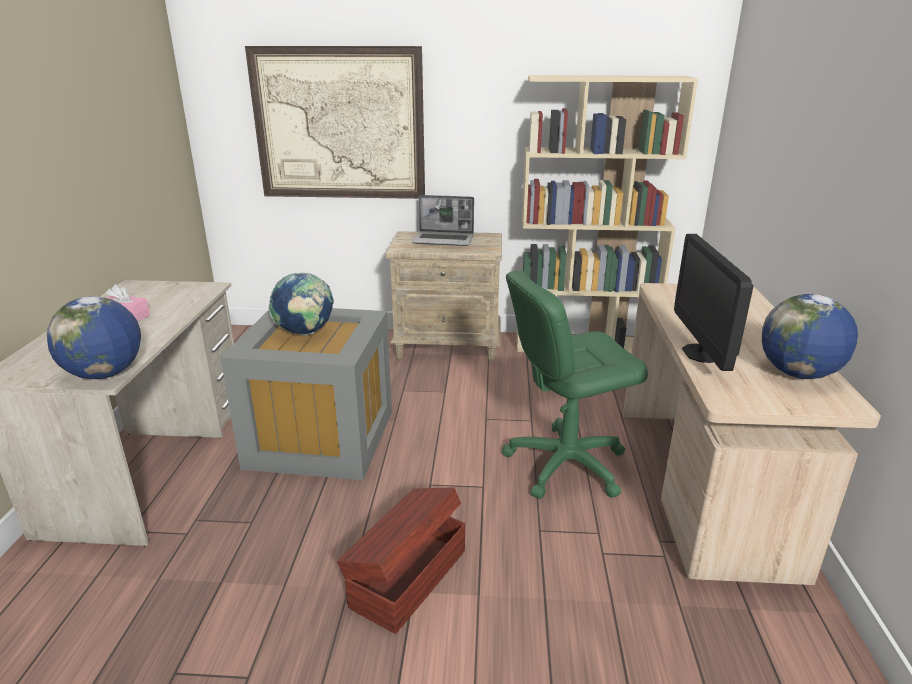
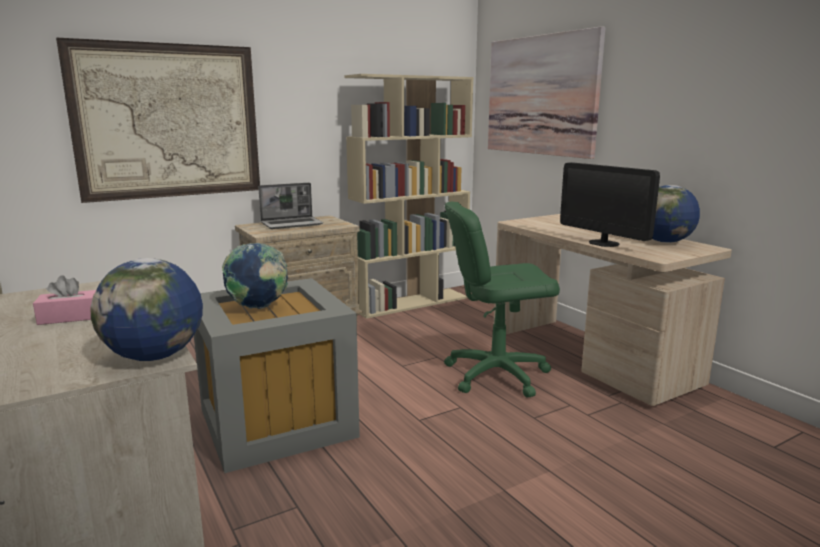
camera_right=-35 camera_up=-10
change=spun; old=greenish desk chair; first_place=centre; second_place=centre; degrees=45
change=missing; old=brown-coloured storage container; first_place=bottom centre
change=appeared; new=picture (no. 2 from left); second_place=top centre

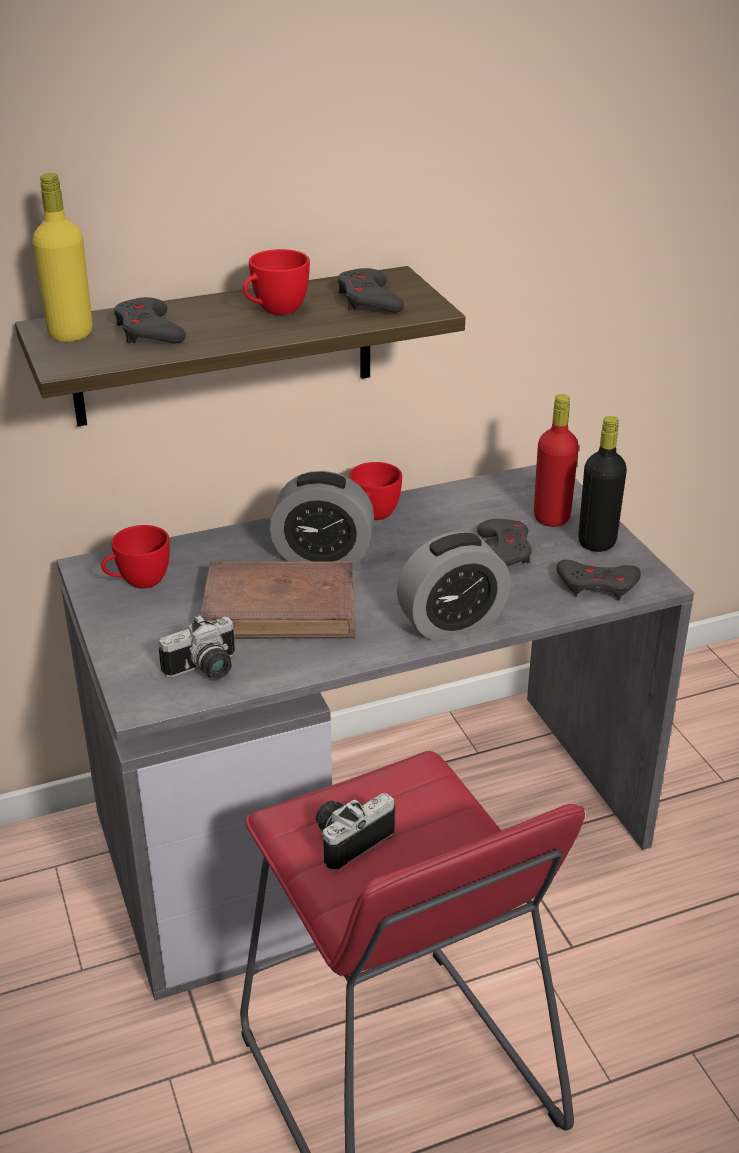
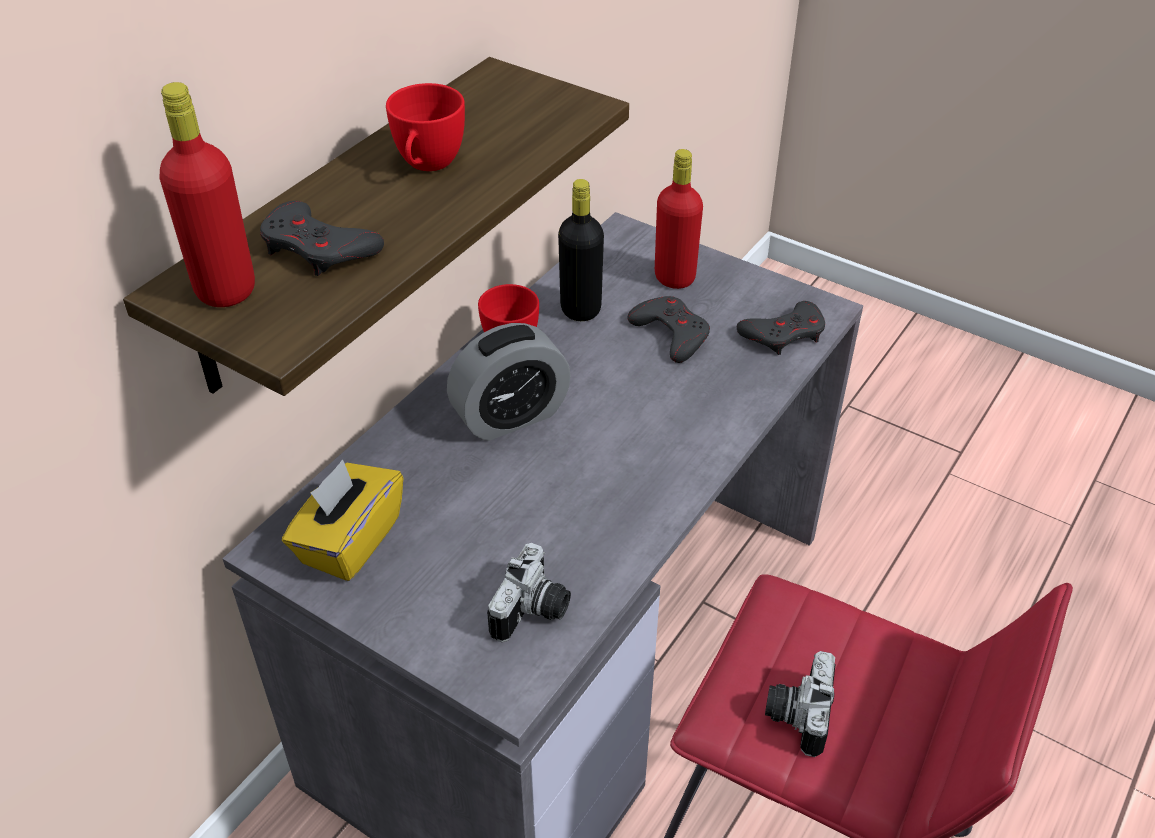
camera_right=-35 camera_up=10
change=colour; old=yellow bottle; new=reddish bottle (no. 1 from left); first_place=top left; second_place=top left
change=missing; old=gray gamepad (no. 2 from left); first_place=top centre
change=relocated; old=black bottle; first_place=middle right; second_place=top centre
change=exchanged; old=reddish drinking cup (no. 1 from left); new=yellow tissue holder; first_place=middle left; second_place=middle left
change=missing; old=alarm clock (no. 2 from left); first_place=centre
change=missing; old=brown-coloured book; first_place=centre

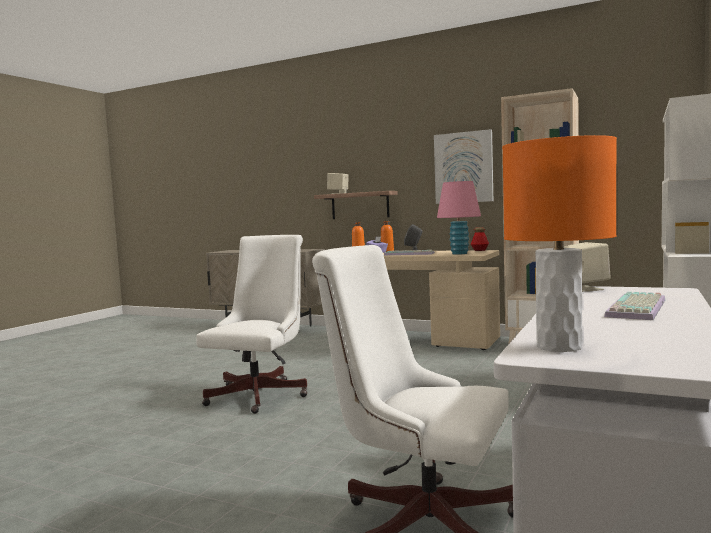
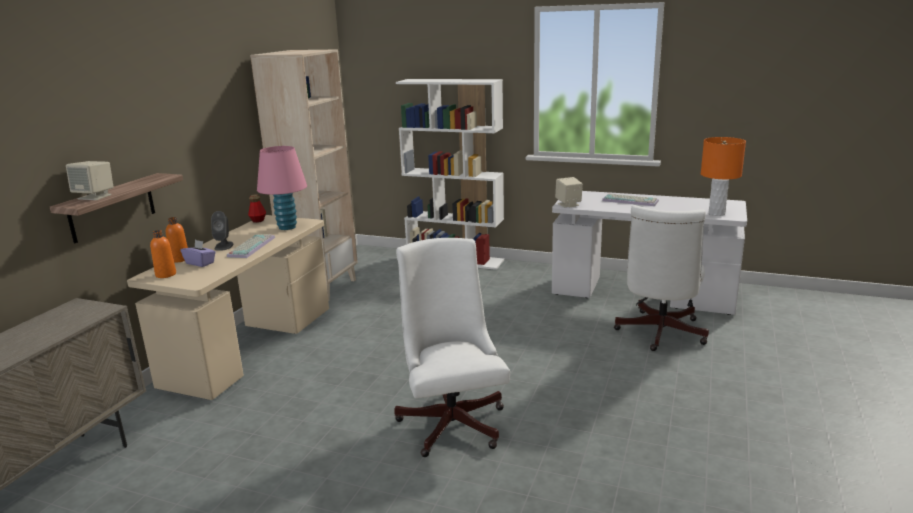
camera_right=-95 camera_up=15
change=missing; old=picture; first_place=top centre
change=spun; old=white-coloured desk chair (no. 1 from left); first_place=centre; second_place=bottom centre; degrees=60

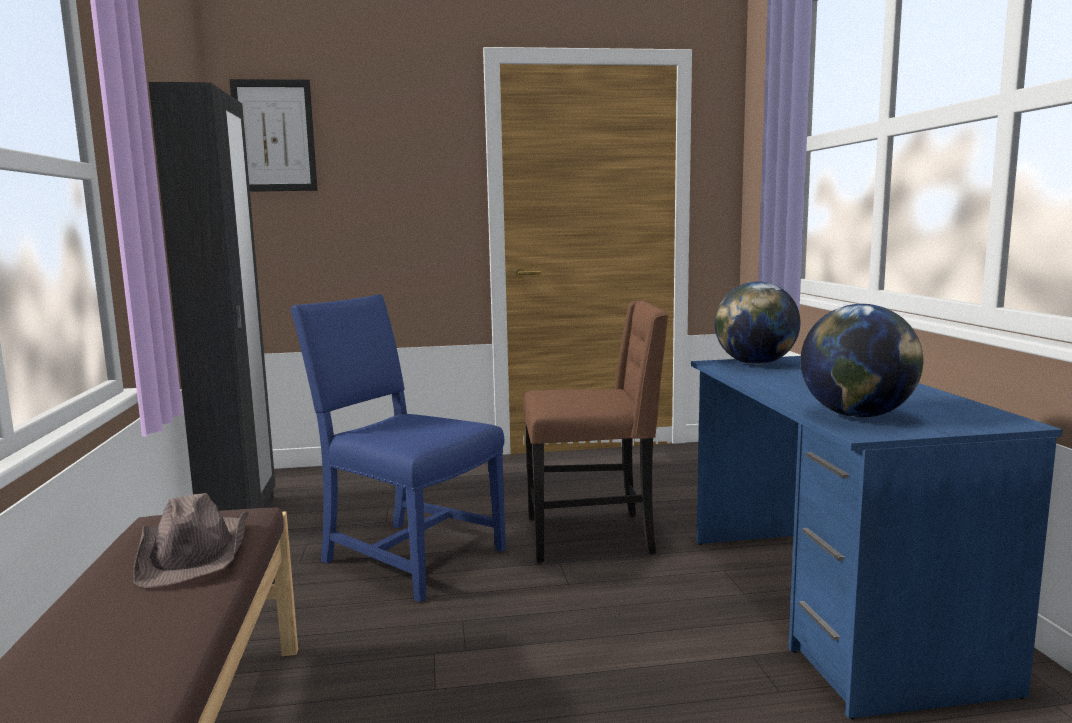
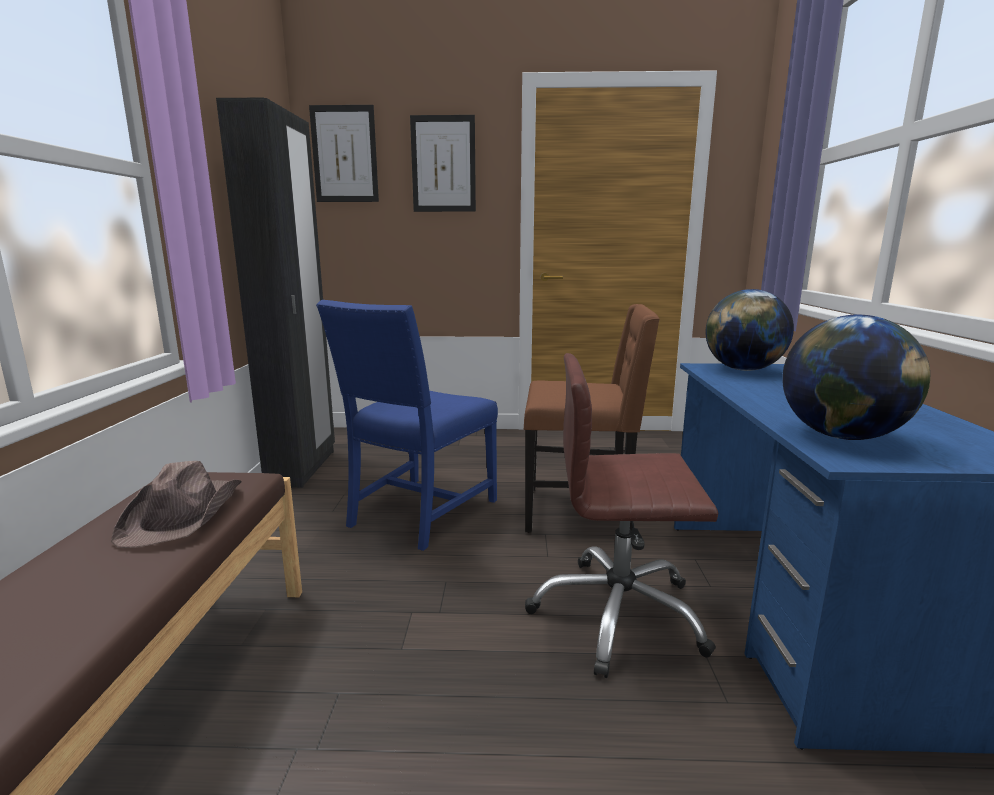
camera_right=10 camera_up=5
change=spun; old=blue chair; first_place=centre; second_place=centre; degrees=-105
change=appeared; new=picture (no. 2 from left); second_place=top centre
change=appeared; new=brown-coloured desk chair; second_place=centre

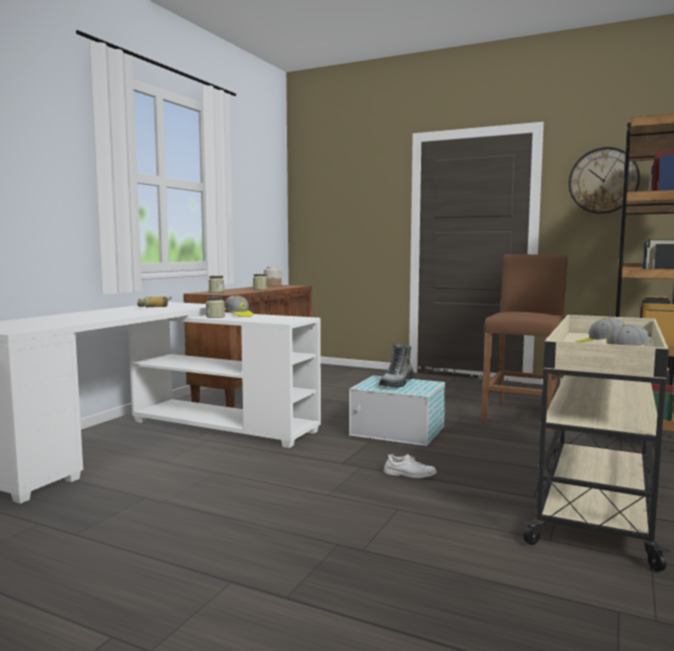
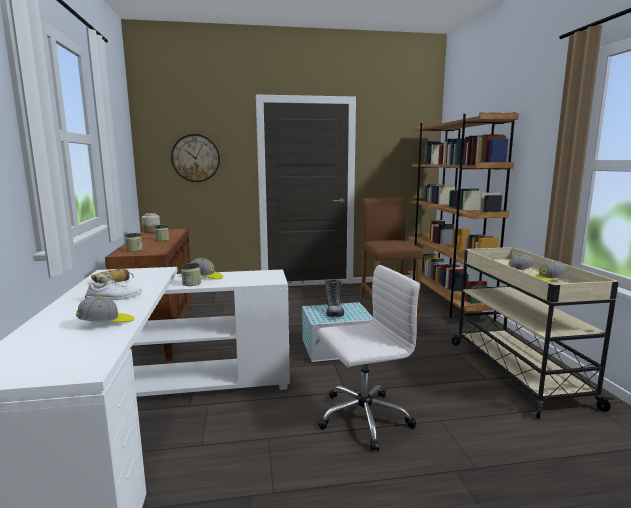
camera_right=-35 camera_up=5
change=relocated; old=clock on the wall; first_place=top right; second_place=top left
change=relocated; old=white-coloured low shoe; first_place=bottom centre; second_place=middle left
change=appeared; new=white-coloured desk chair; second_place=bottom centre
change=appeared; new=peaked cap (no. 1 from left); second_place=middle left

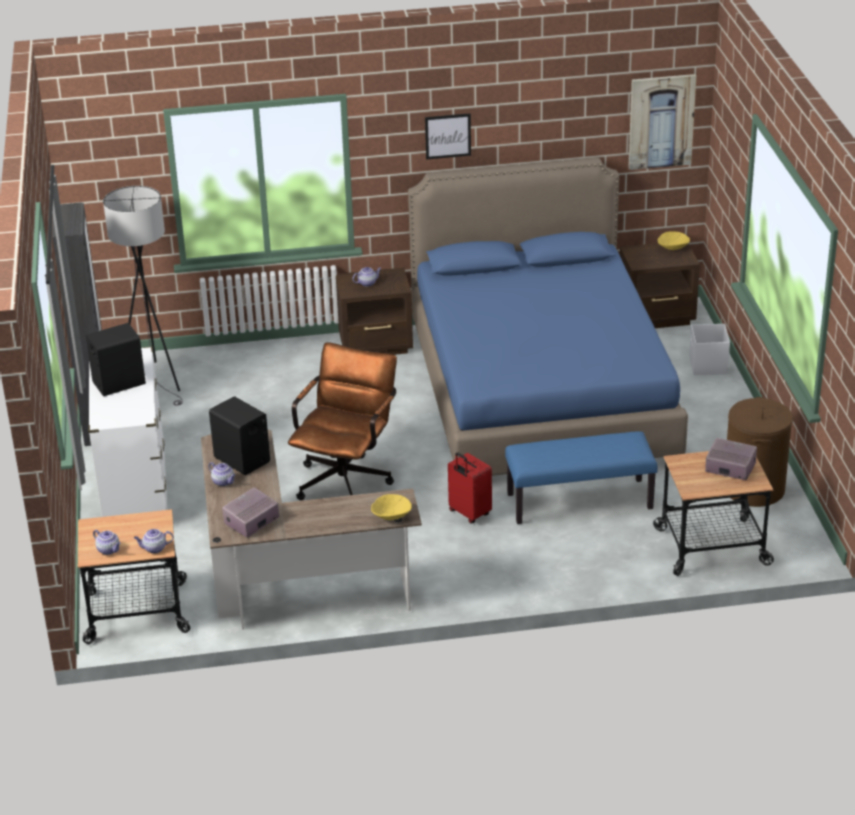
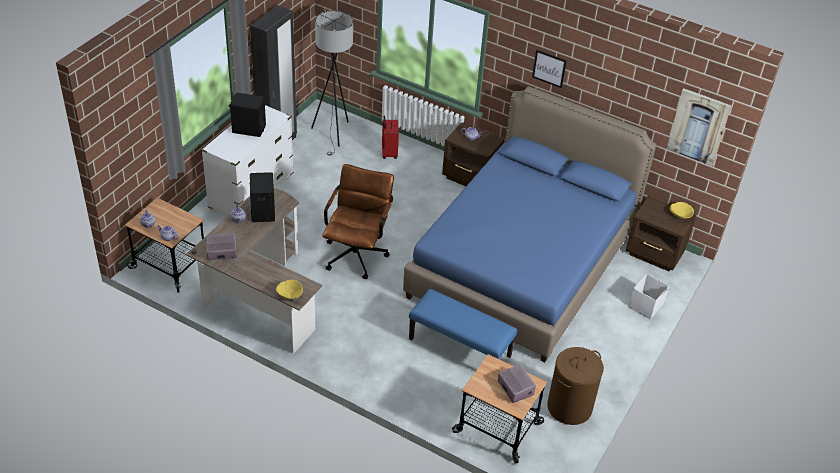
camera_right=35 camera_up=10
change=spun; old=brown-coloured desk chair; first_place=centre; second_place=centre; degrees=-45
change=relocated; old=reddish piece of luggage; first_place=centre; second_place=top centre

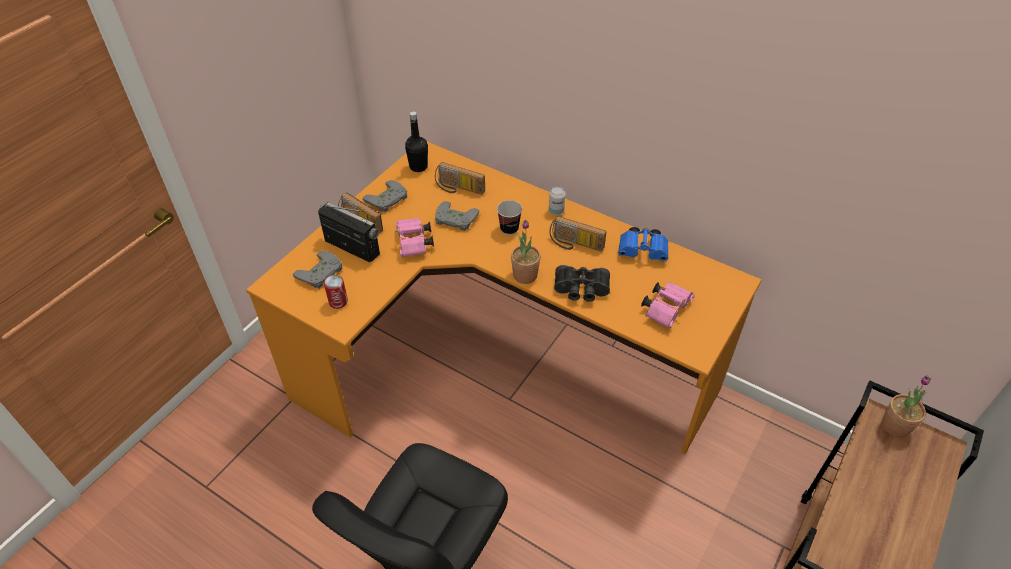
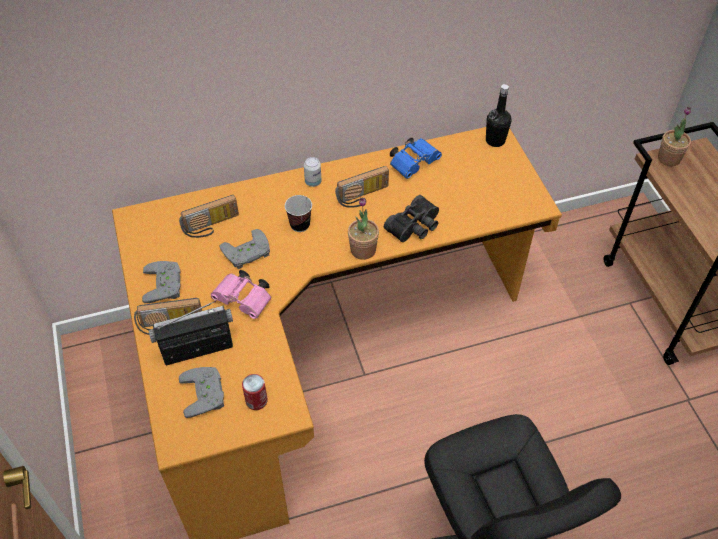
camera_right=-50 camera_up=5
change=relocated; old=black bottle; first_place=top centre; second_place=top right
change=missing; old=pink binoculars (no. 2 from left); first_place=centre

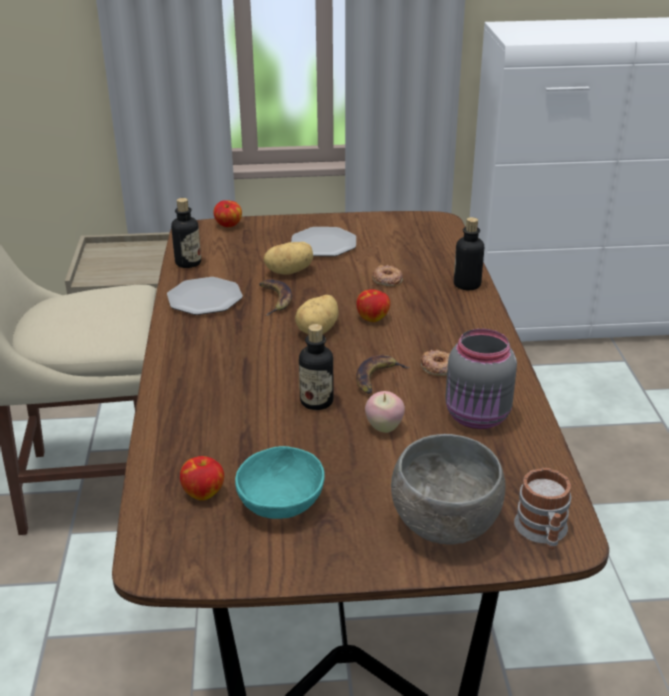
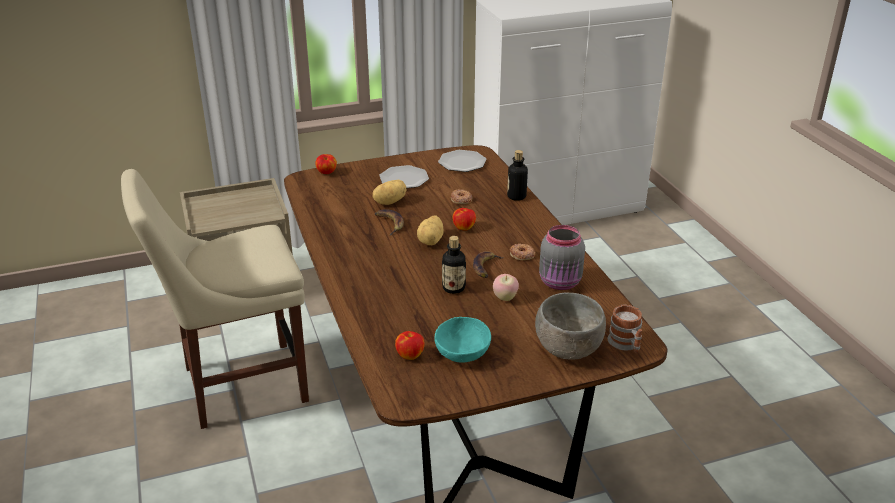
camera_right=-15 camera_up=0
change=missing; old=bottle (no. 1 from left); first_place=middle left
change=relocated; old=flat dish (no. 1 from left in the first image); new=flat dish (no. 2 from left); first_place=middle left; second_place=top centre

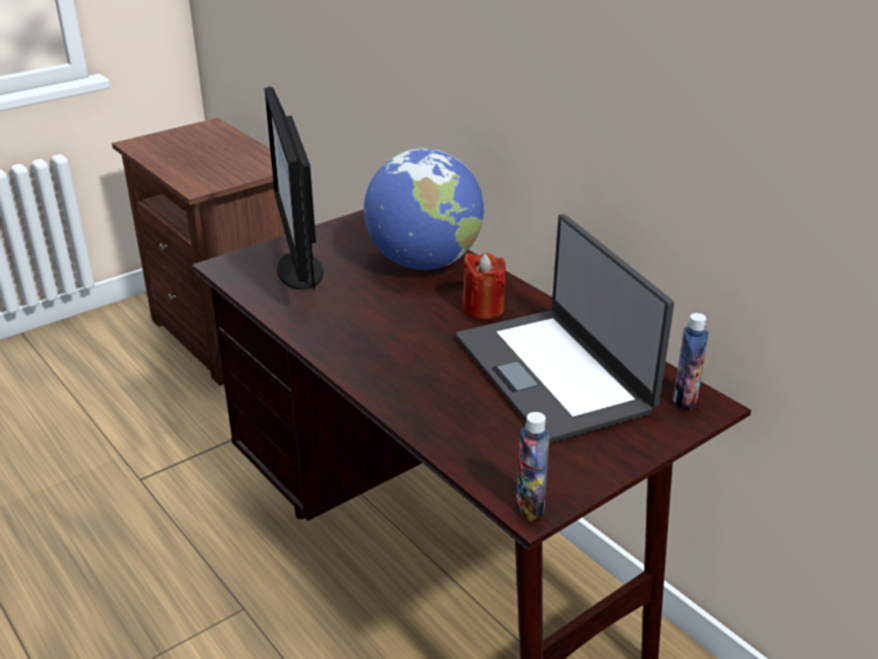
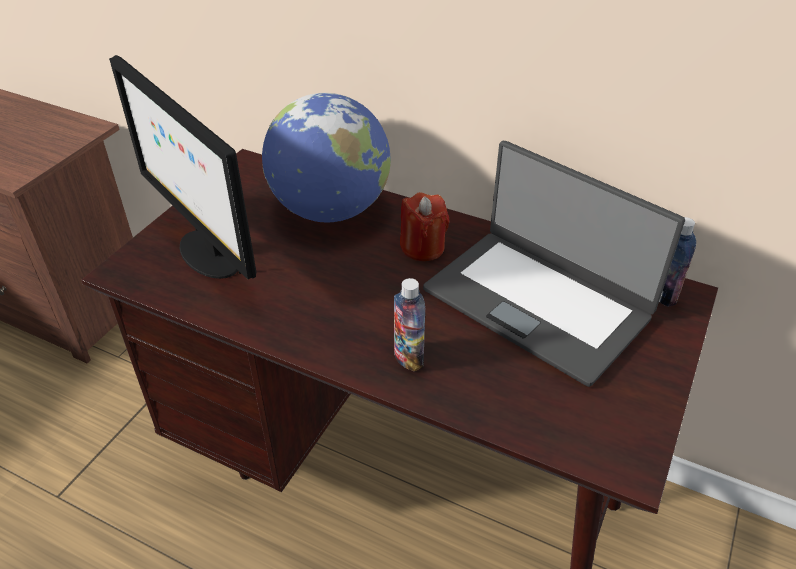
camera_right=-25 camera_up=10
change=relocated; old=bottle (no. 1 from left); first_place=bottom centre; second_place=centre

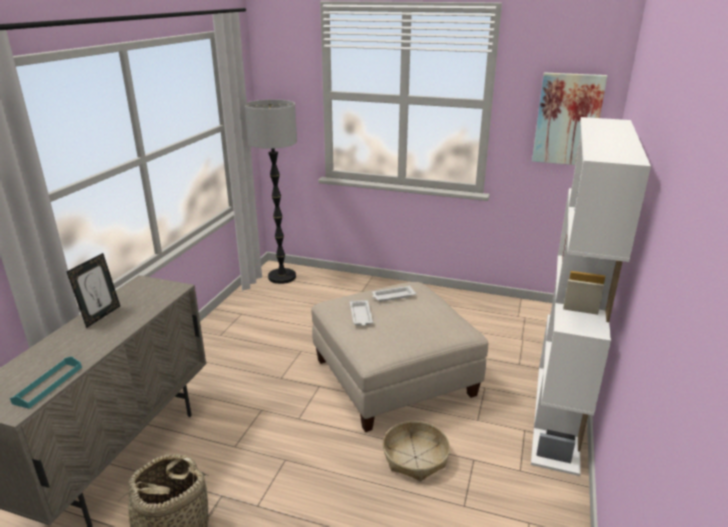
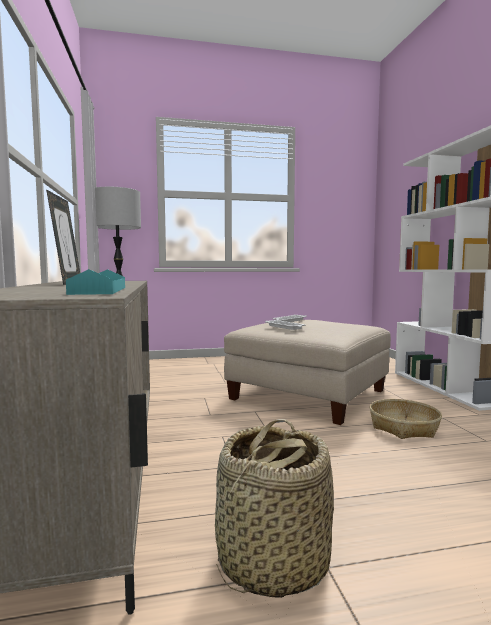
camera_right=-30 camera_up=-20
change=missing; old=picture; first_place=top right

